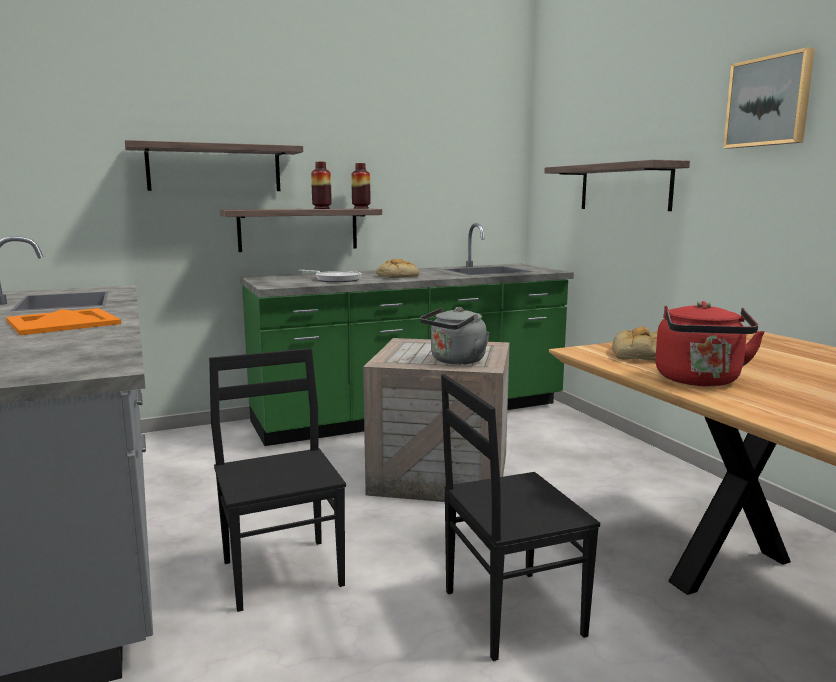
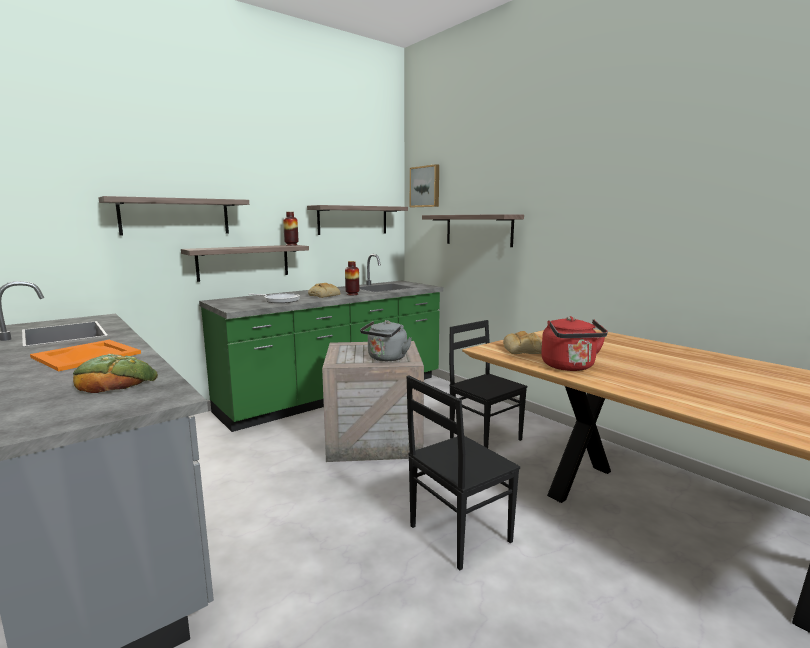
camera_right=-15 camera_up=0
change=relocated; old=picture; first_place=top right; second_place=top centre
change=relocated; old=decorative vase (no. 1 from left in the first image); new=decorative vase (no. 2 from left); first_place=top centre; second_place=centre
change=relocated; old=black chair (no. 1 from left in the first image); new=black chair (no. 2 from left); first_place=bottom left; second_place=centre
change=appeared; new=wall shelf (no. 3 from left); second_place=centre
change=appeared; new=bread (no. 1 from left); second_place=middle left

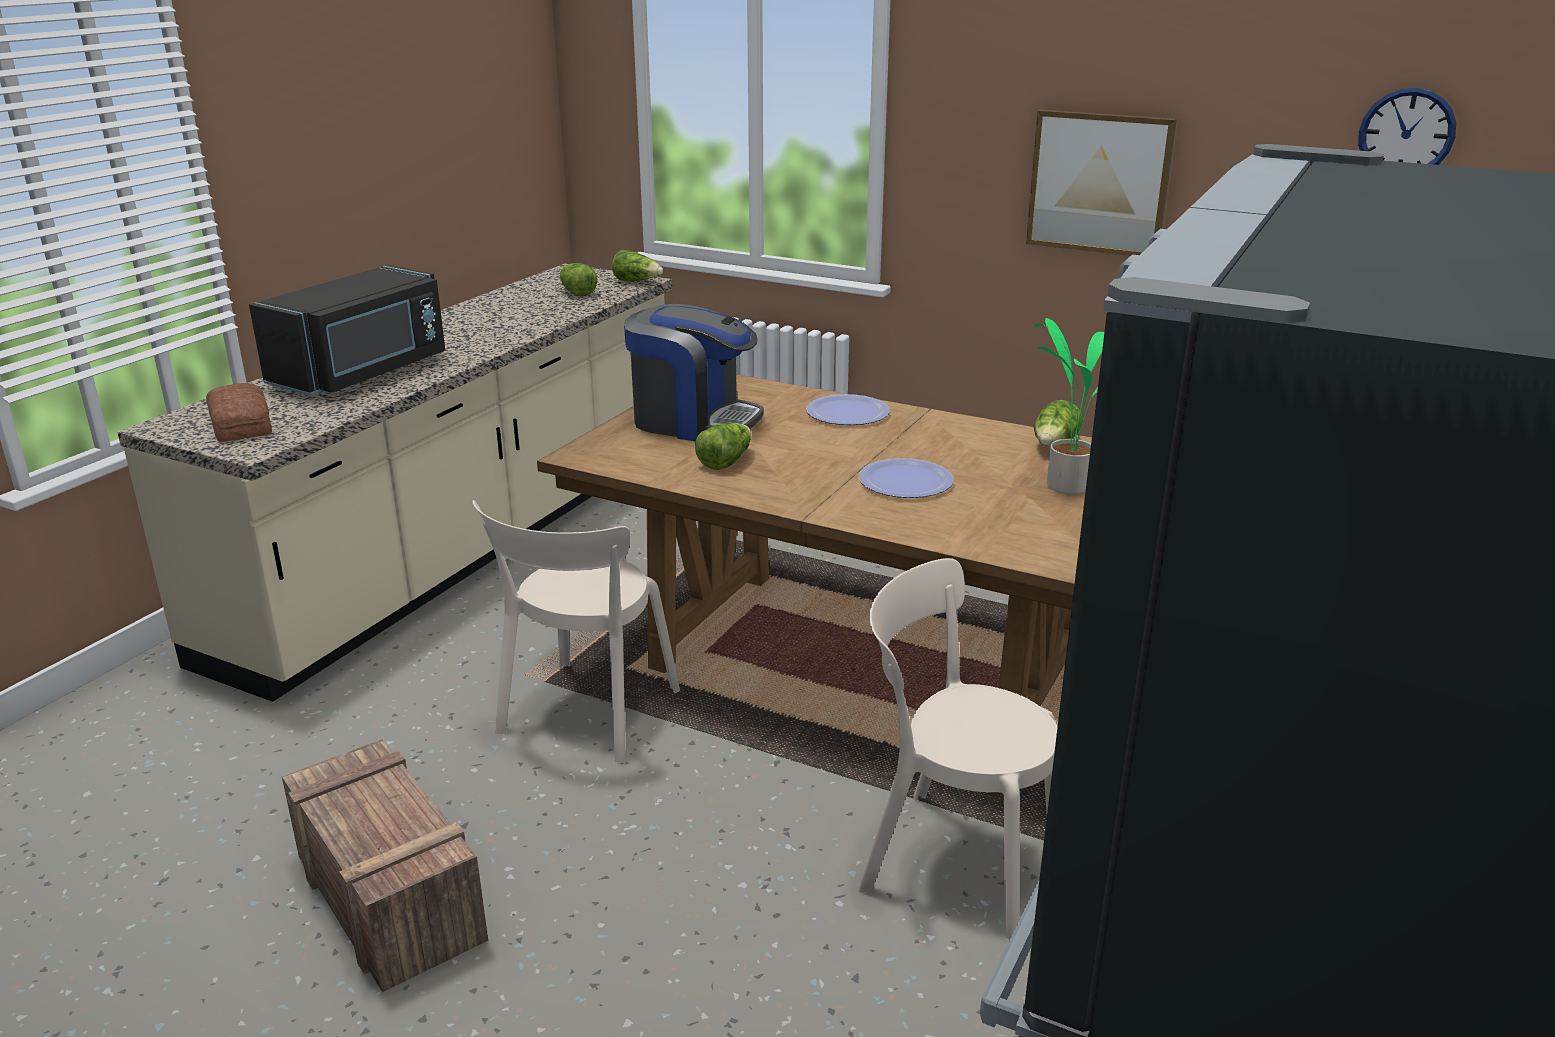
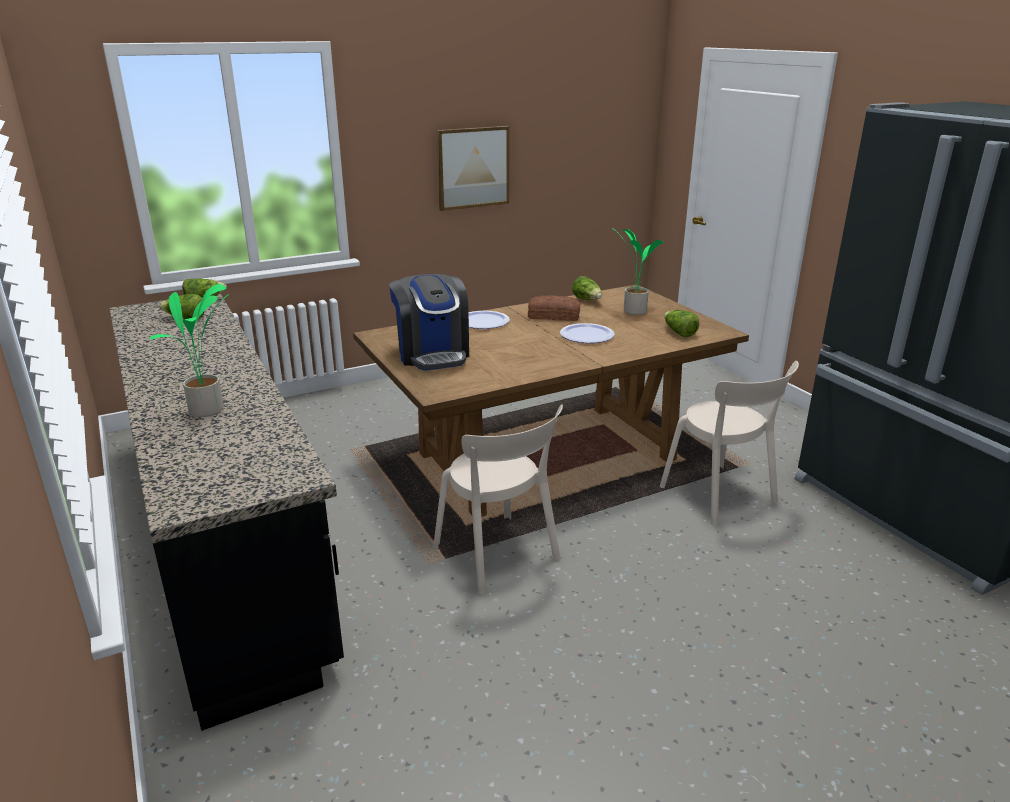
camera_right=-55 camera_up=0
change=missing; old=clock on the wall; first_place=top right
change=colour; old=sand-coloured kitchen base unit; new=black kitchen base unit; first_place=middle left; second_place=middle left
change=exchanged; old=black microwave; new=houseplant (no. 1 from left); first_place=top left; second_place=middle left
change=spun; old=coffee maker; first_place=centre; second_place=centre; degrees=105
change=relocated; old=bread; first_place=middle left; second_place=centre
change=relocated; old=lettuce (no. 3 from left in the first image); new=lettuce (no. 4 from left); first_place=centre; second_place=middle right
change=spun; old=sand-coloured chair (no. 2 from left); first_place=bottom centre; second_place=middle right; degrees=-90
change=missing; old=shipping crate; first_place=bottom left

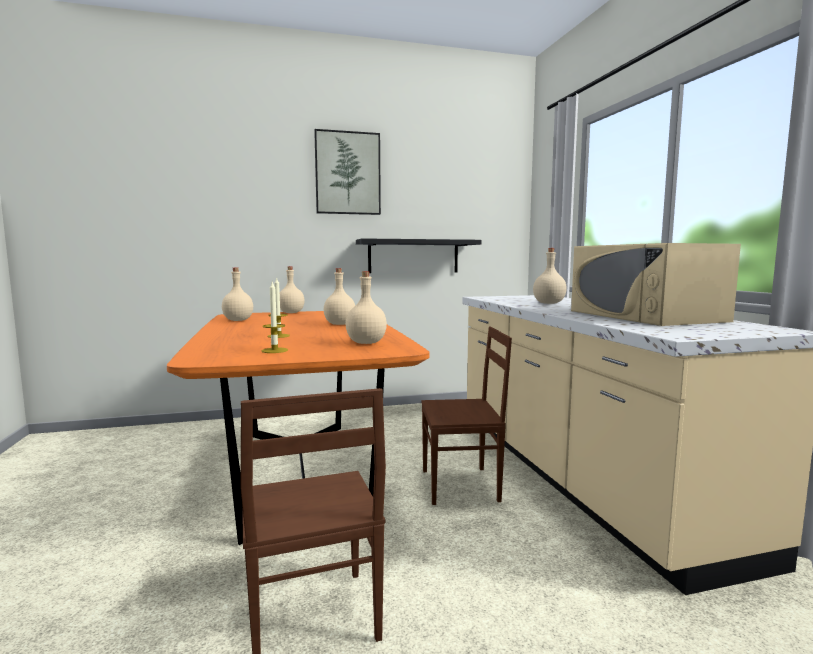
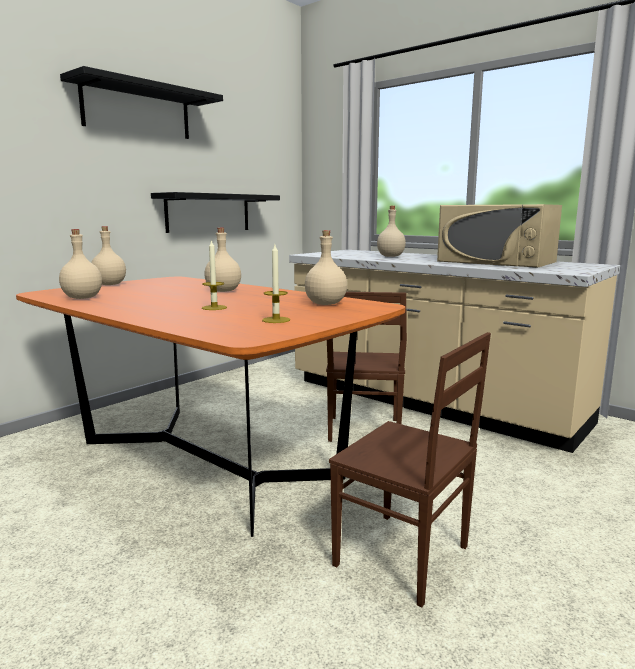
camera_right=-35 camera_up=5
change=exchanged; old=picture; new=black wall shelf (no. 1 from left); first_place=top centre; second_place=top left
change=spun; old=brown-coloured chair (no. 2 from left in the first image); first_place=centre; second_place=centre; degrees=135

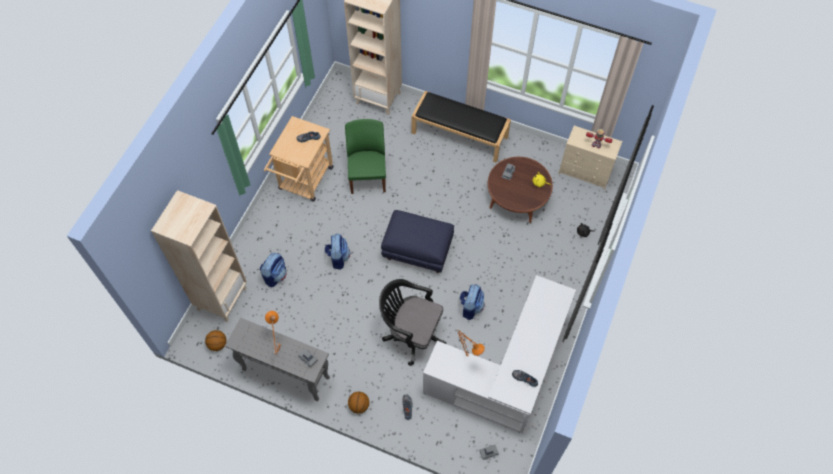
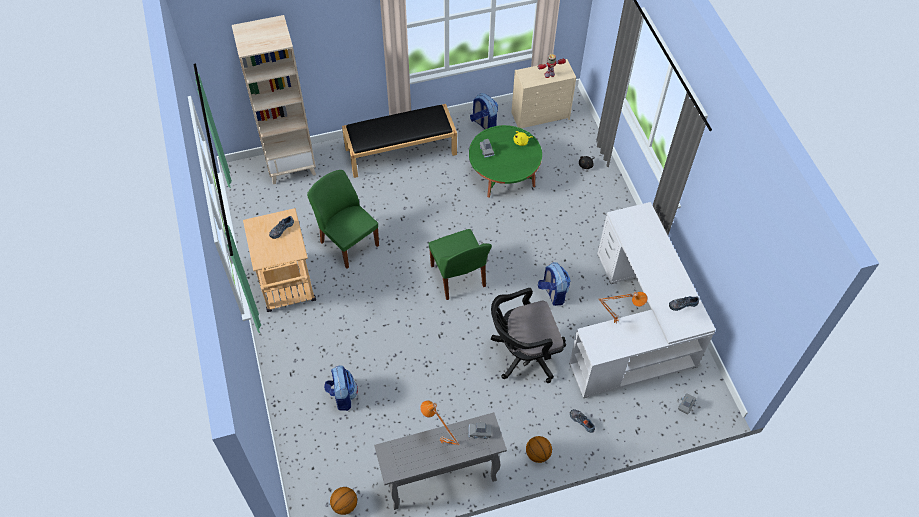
camera_right=-40 camera_up=-5
change=colour; old=brown-coloured lounge table; new=greenish lounge table; first_place=centre; second_place=top centre
change=missing; old=sand-coloured bookshelf (no. 1 from left); first_place=middle left
change=exchanged; old=blue ottoman; new=greenish chair (no. 2 from left); first_place=centre; second_place=centre
change=relocated; old=rucksack (no. 2 from left); first_place=centre; second_place=top centre

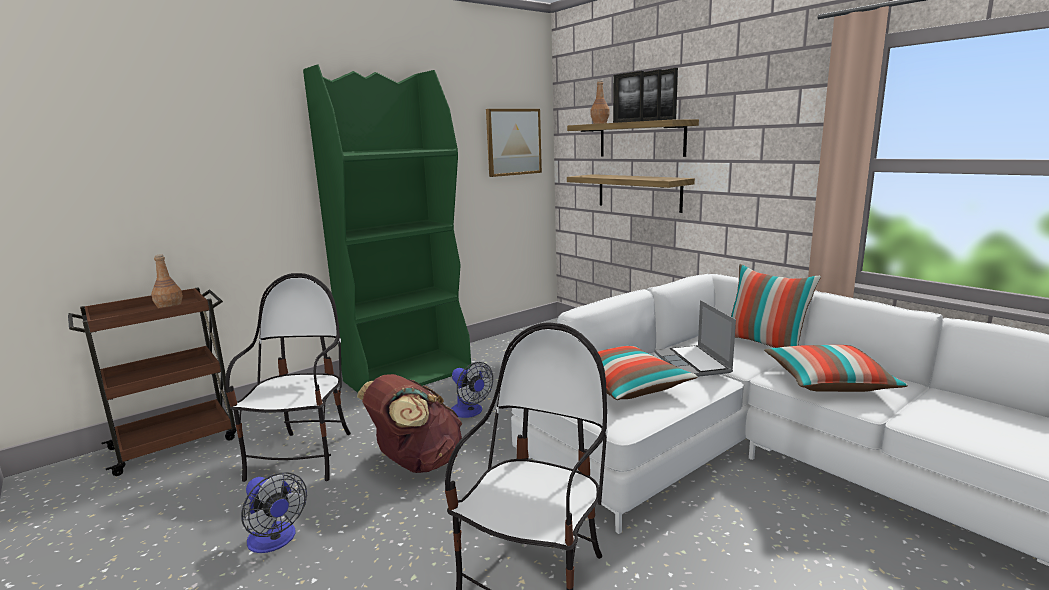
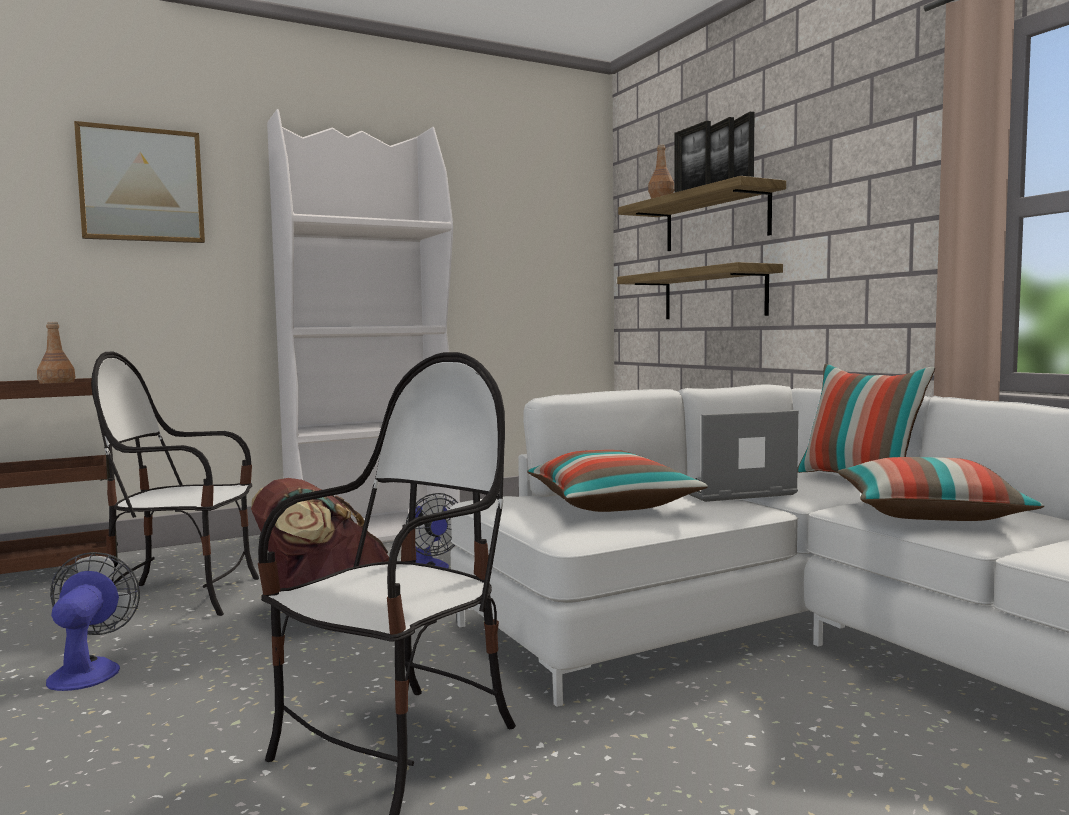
camera_right=10 camera_up=-10
change=colour; old=greenish bookshelf; new=white-coloured bookshelf; first_place=centre; second_place=centre
change=relocated; old=picture; first_place=top centre; second_place=top left
change=spun; old=chair (no. 1 from left); first_place=middle left; second_place=middle left; degrees=-105
change=spun; old=laptop; first_place=centre; second_place=middle right; degrees=75
change=spun; old=fan (no. 1 from left); first_place=bottom left; second_place=bottom left; degrees=-150

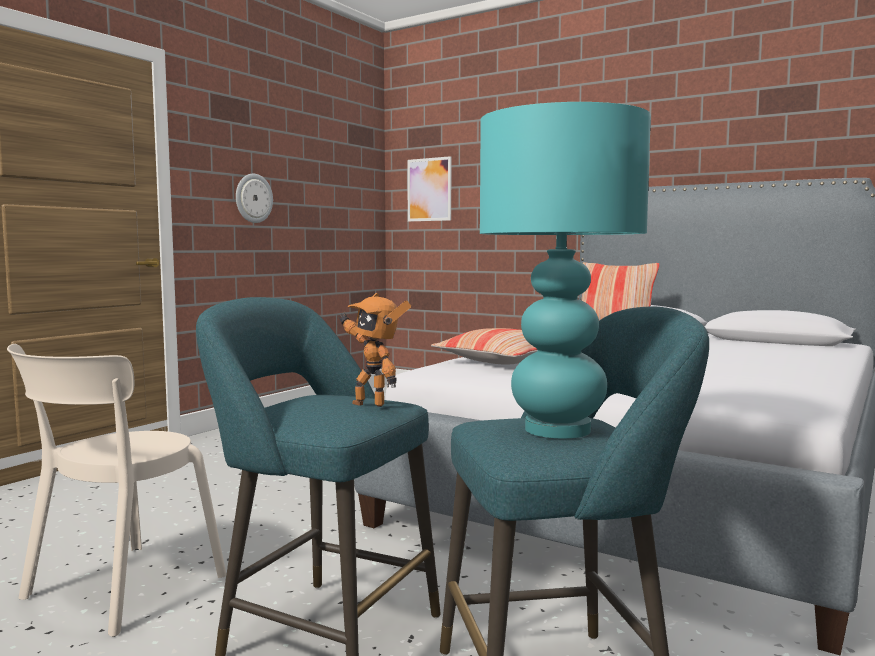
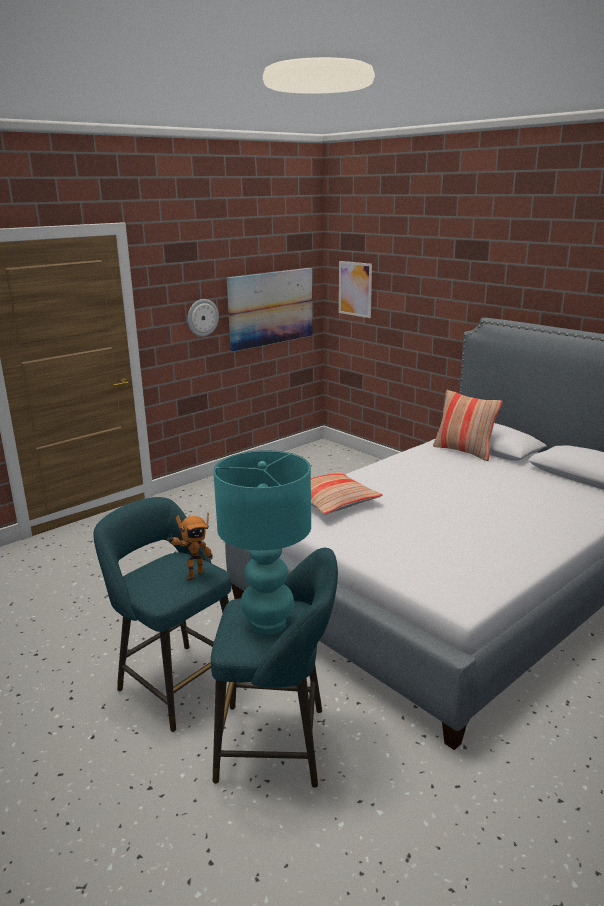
camera_right=15 camera_up=15
change=spun; old=toy robot; first_place=centre; second_place=middle left; degrees=-90
change=missing; old=sand-coloured chair; first_place=bottom left
change=appeared; new=picture (no. 1 from left); second_place=centre

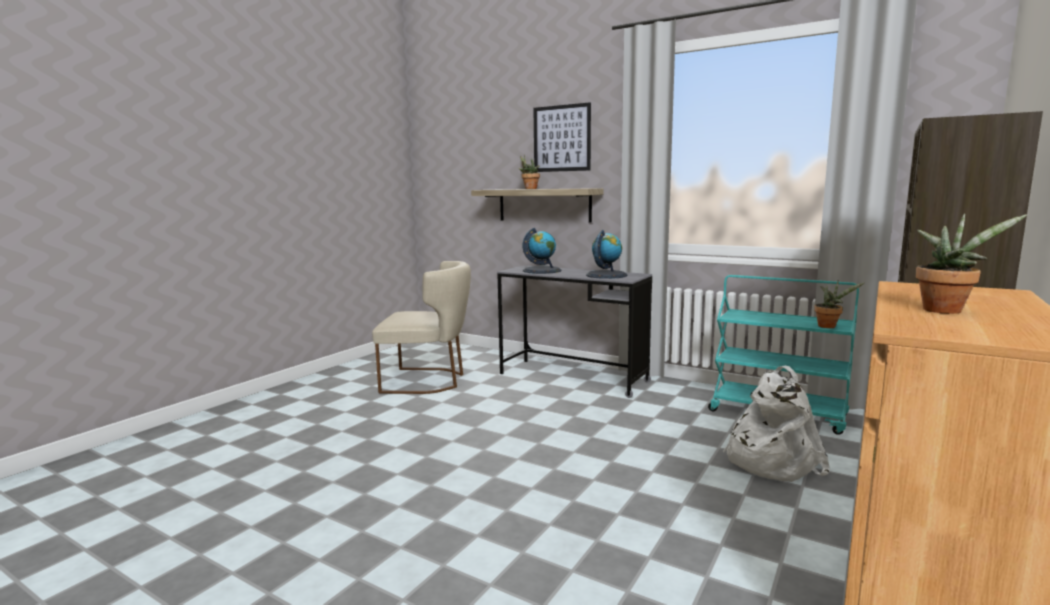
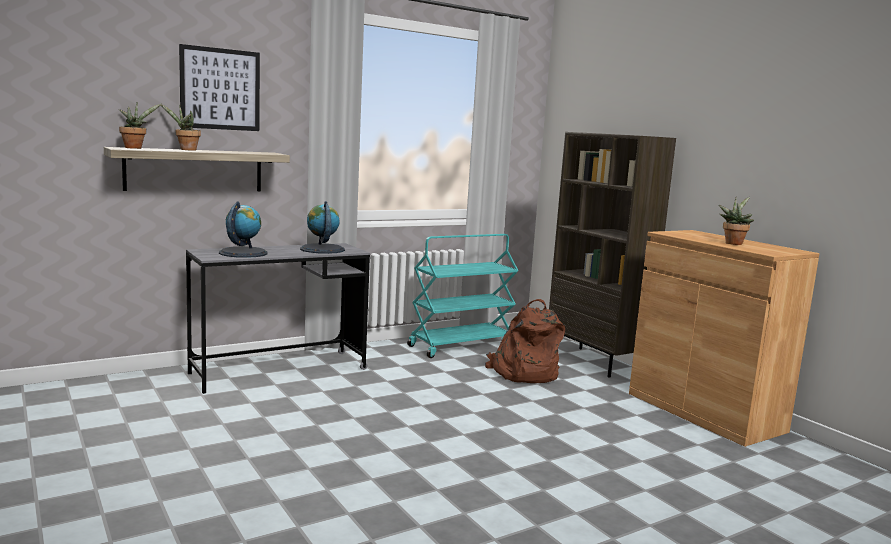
camera_right=-65 camera_up=0
change=missing; old=sand-coloured chair; first_place=centre
change=relocated; old=houseplant (no. 2 from left in the first image); new=houseplant (no. 1 from left); first_place=middle right; second_place=top left
change=colour; old=white-coloured rucksack; new=brown-coloured rucksack; first_place=bottom right; second_place=centre

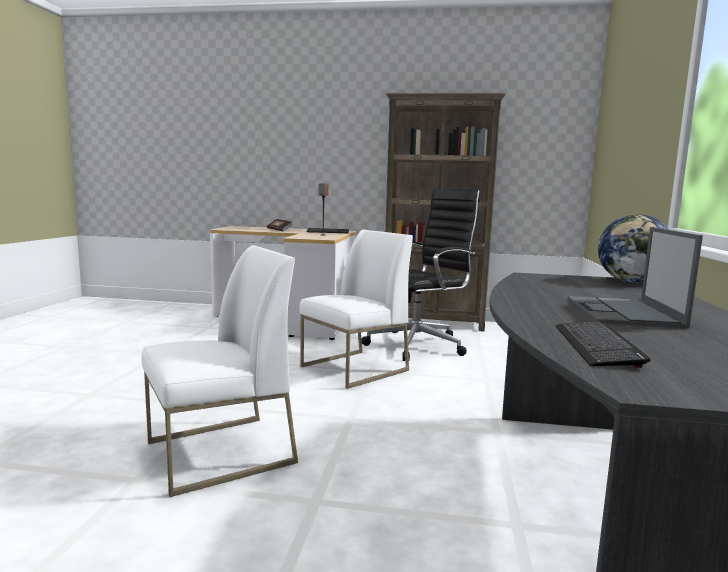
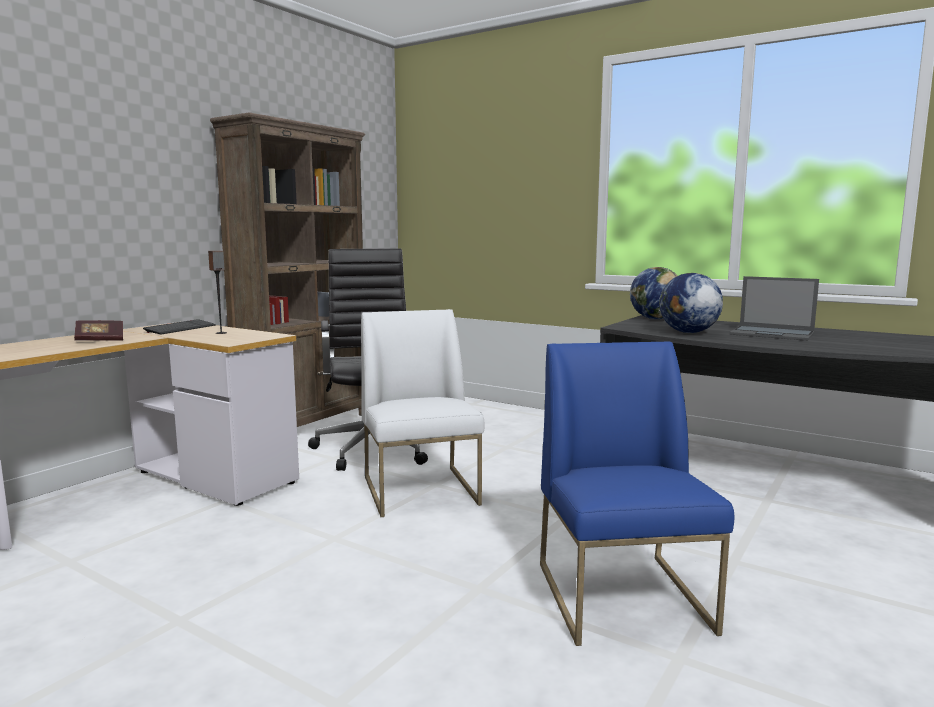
camera_right=-65 camera_up=0
change=colour; old=white-coloured chair (no. 1 from left); new=blue chair; first_place=middle left; second_place=bottom right
change=missing; old=computer keyboard (no. 2 from left); first_place=middle right
change=appeared; new=world globe (no. 2 from left); second_place=middle right

